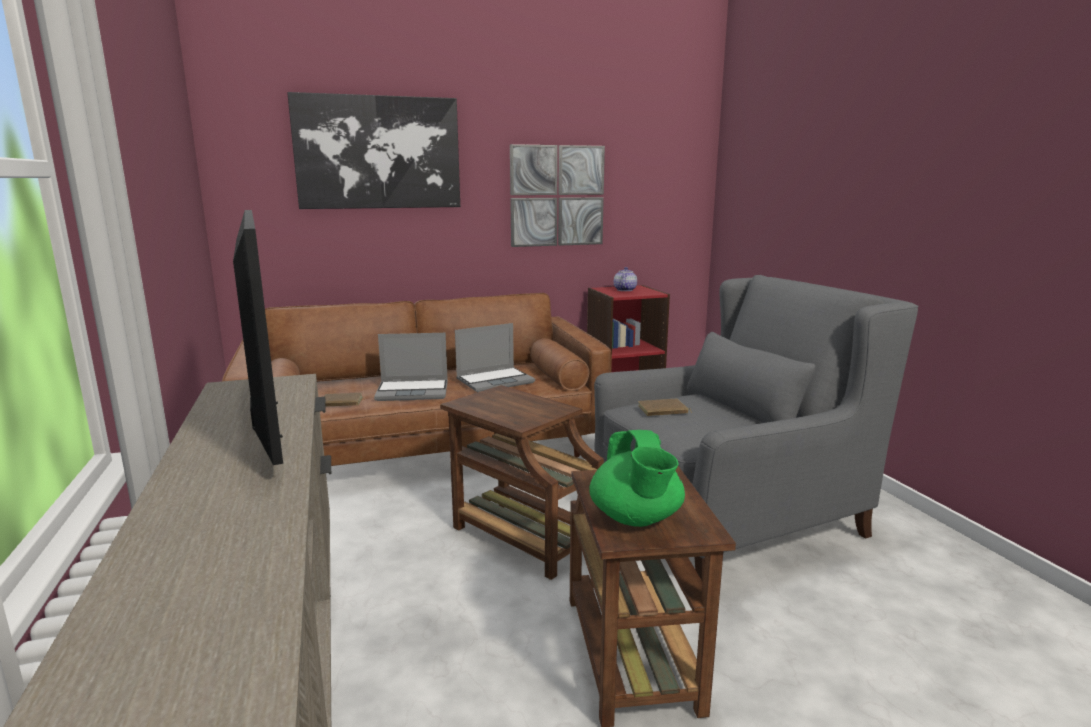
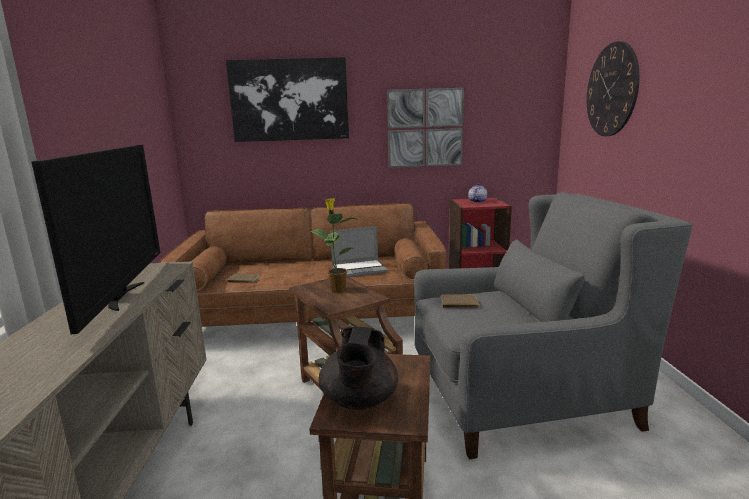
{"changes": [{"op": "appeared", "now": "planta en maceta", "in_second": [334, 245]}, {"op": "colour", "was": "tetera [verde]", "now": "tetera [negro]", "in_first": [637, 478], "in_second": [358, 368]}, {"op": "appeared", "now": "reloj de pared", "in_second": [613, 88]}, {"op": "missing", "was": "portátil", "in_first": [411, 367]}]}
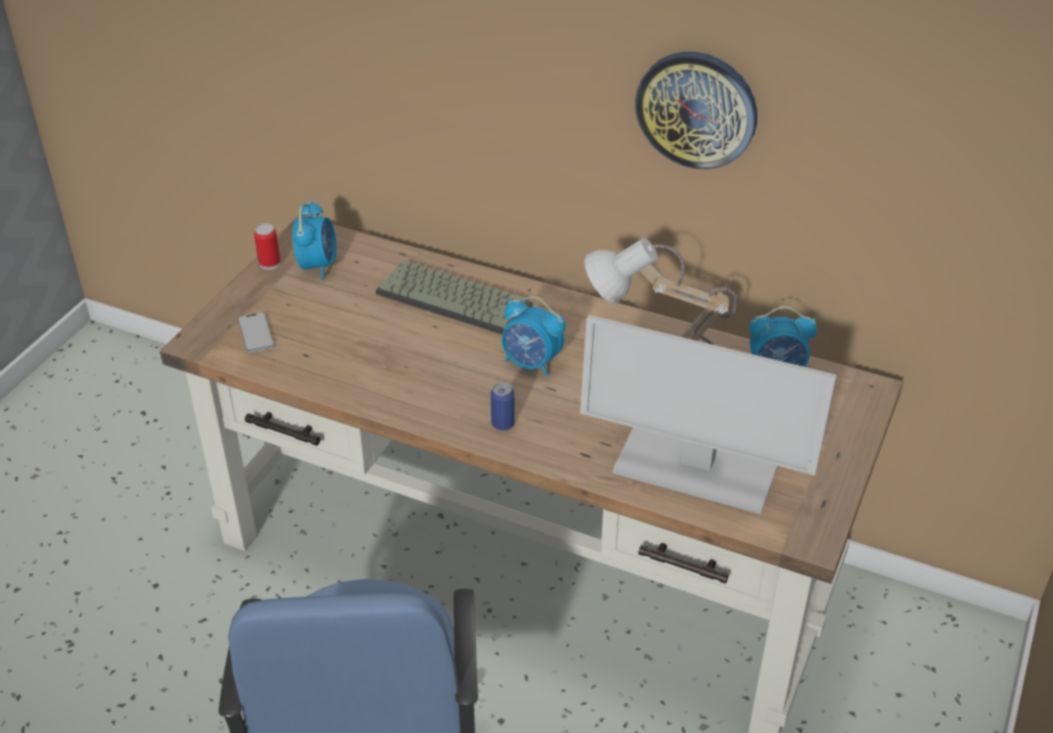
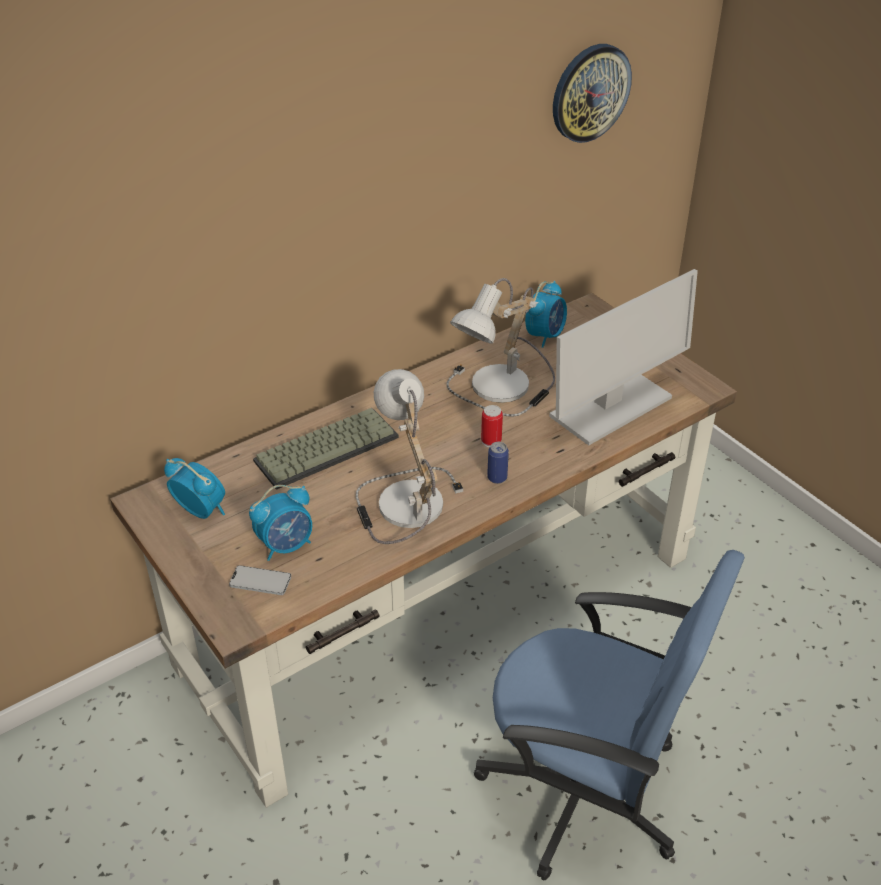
{"changes": [{"op": "relocated", "was": "despertador", "in_first": [534, 336], "in_second": [280, 523]}, {"op": "appeared", "now": "lámpara de mesa", "in_second": [409, 456]}, {"op": "relocated", "was": "lata", "in_first": [267, 247], "in_second": [492, 426]}, {"op": "relocated", "was": "reloj de pared", "in_first": [696, 110], "in_second": [592, 93]}]}
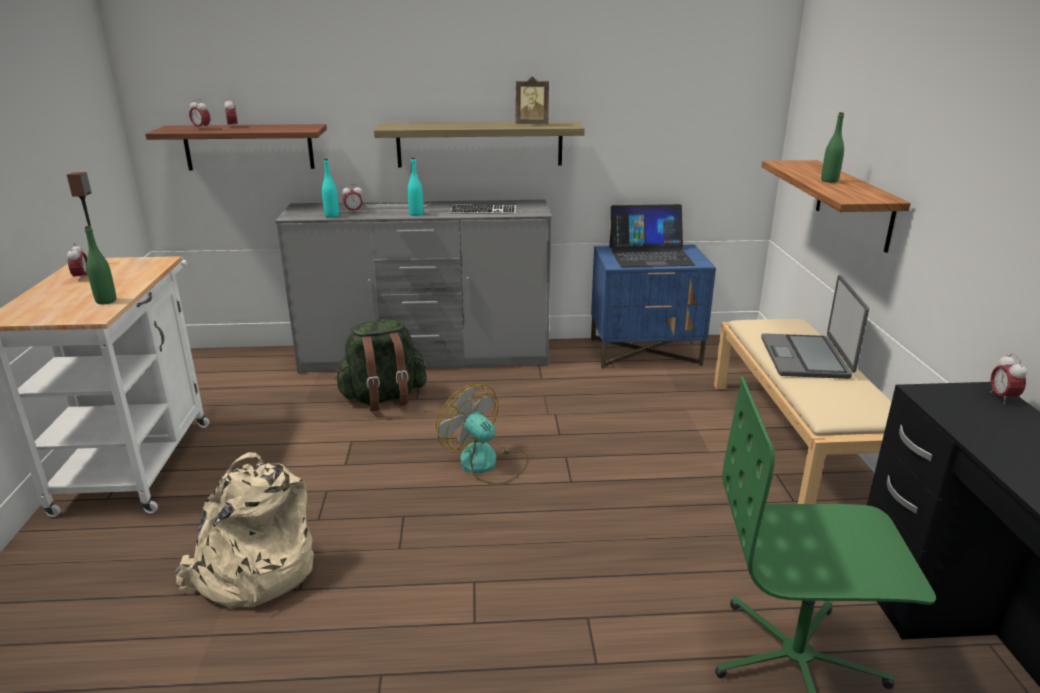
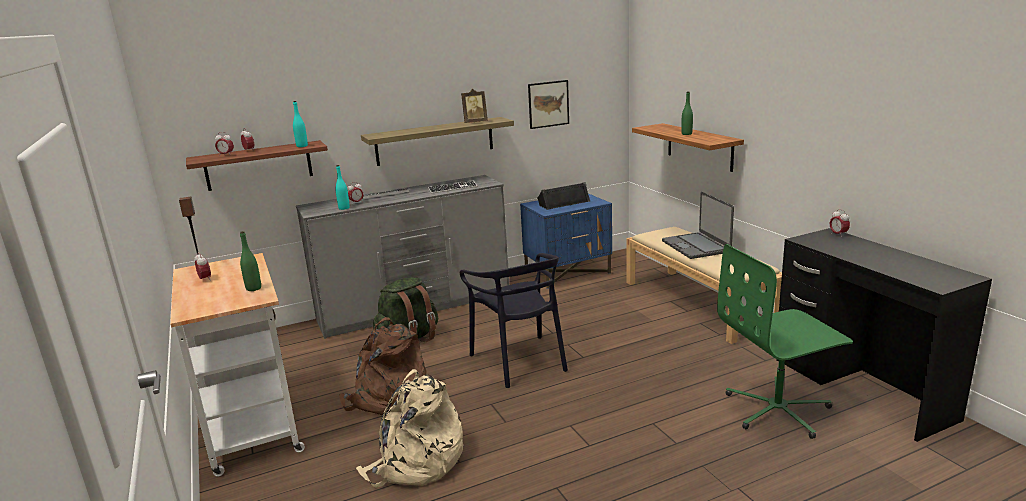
{"changes": [{"op": "relocated", "was": "botella [turquesa]", "in_first": [415, 187], "in_second": [300, 124]}, {"op": "appeared", "now": "mochila [marrón]", "in_second": [382, 366]}, {"op": "exchanged", "was": "ventilador", "now": "silla [negro]", "in_first": [482, 434], "in_second": [514, 320]}, {"op": "appeared", "now": "cuadro", "in_second": [548, 104]}, {"op": "exchanged", "was": "portátil", "now": "altavoz [negro]", "in_first": [652, 235], "in_second": [563, 196]}]}
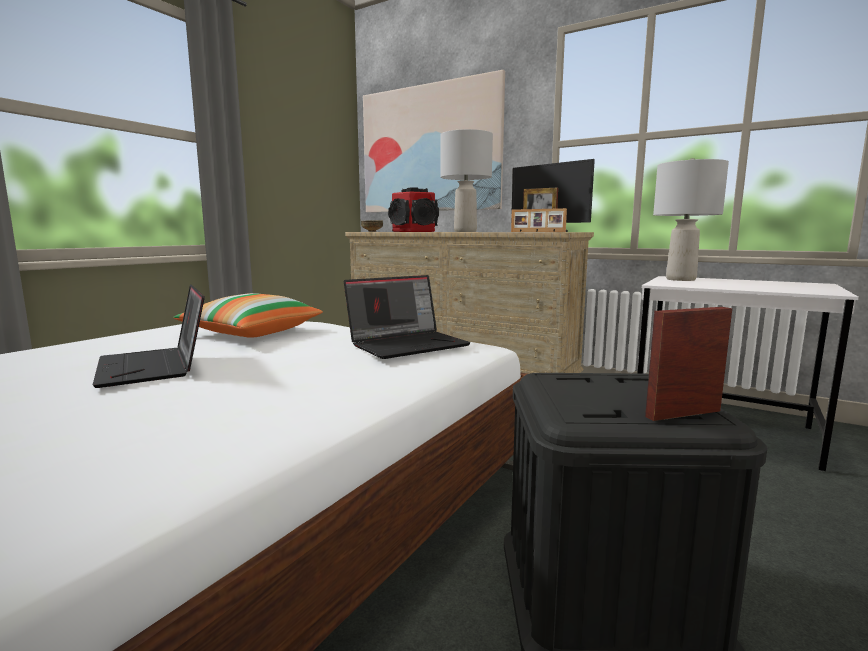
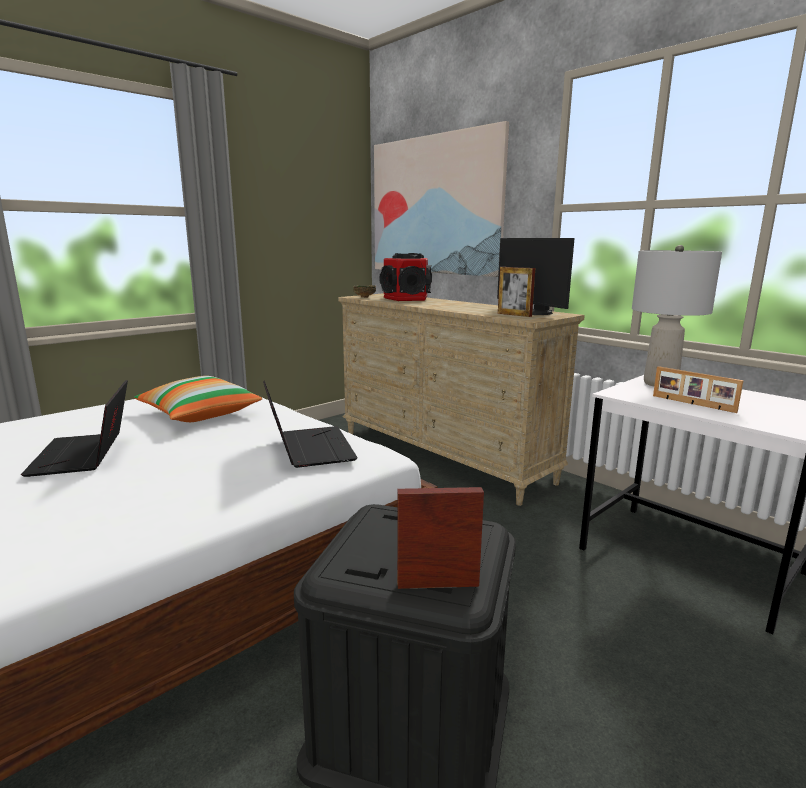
{"changes": [{"op": "spun", "was": "portátil", "in_first": [407, 317], "in_second": [310, 424], "clockwise": -90}, {"op": "relocated", "was": "portarretratos", "in_first": [539, 220], "in_second": [698, 389]}, {"op": "missing", "was": "lámpara de mesa [gris]", "in_first": [466, 180]}]}
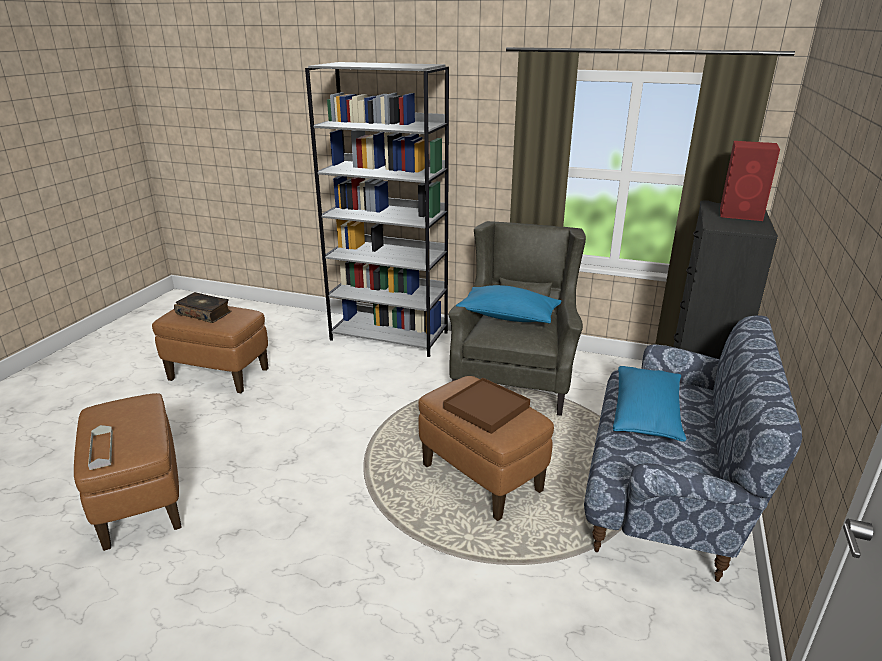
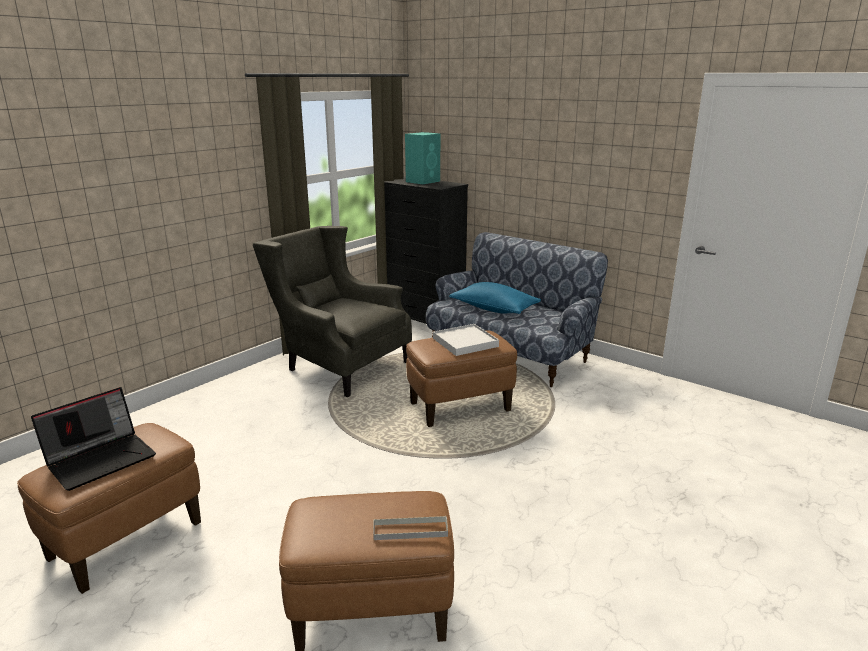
{"changes": [{"op": "exchanged", "was": "libro", "now": "portátil", "in_first": [202, 307], "in_second": [93, 439]}, {"op": "colour", "was": "altavoz [rojo]", "now": "altavoz [turquesa]", "in_first": [750, 181], "in_second": [422, 158]}, {"op": "colour", "was": "bandeja [marrón]", "now": "bandeja [blanco]", "in_first": [486, 406], "in_second": [466, 340]}, {"op": "missing", "was": "estantería [gris]", "in_first": [377, 209]}, {"op": "missing", "was": "cojín [azul]", "in_first": [508, 304]}]}
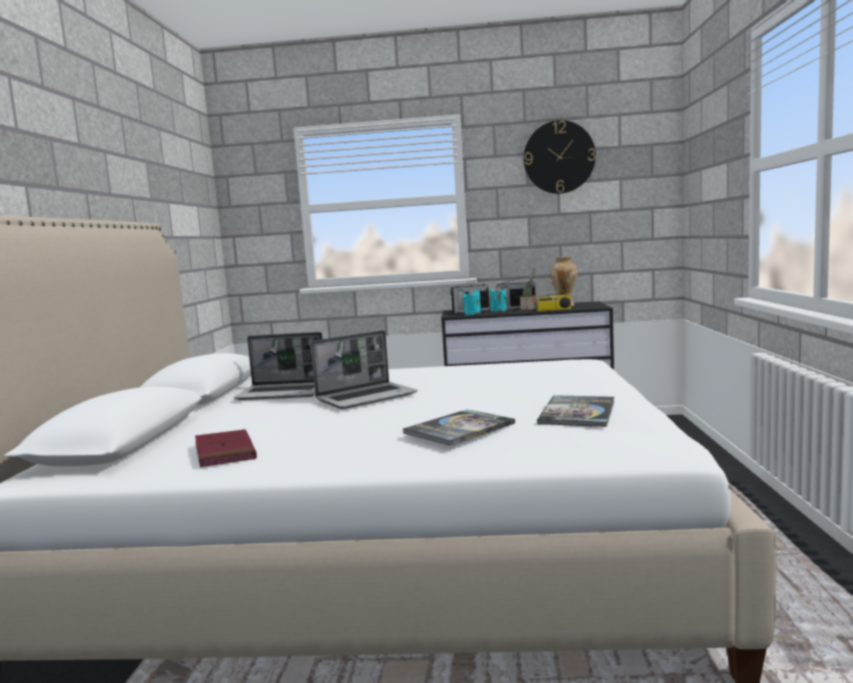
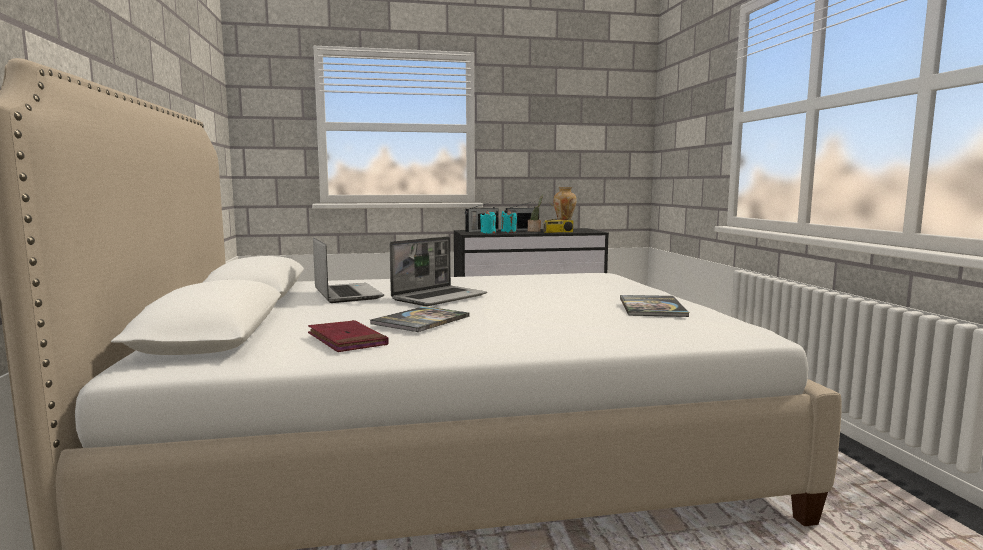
{"changes": [{"op": "spun", "was": "portátil", "in_first": [278, 366], "in_second": [348, 270], "clockwise": -105}, {"op": "relocated", "was": "libro", "in_first": [459, 427], "in_second": [419, 319]}, {"op": "missing", "was": "reloj de pared", "in_first": [560, 157]}]}
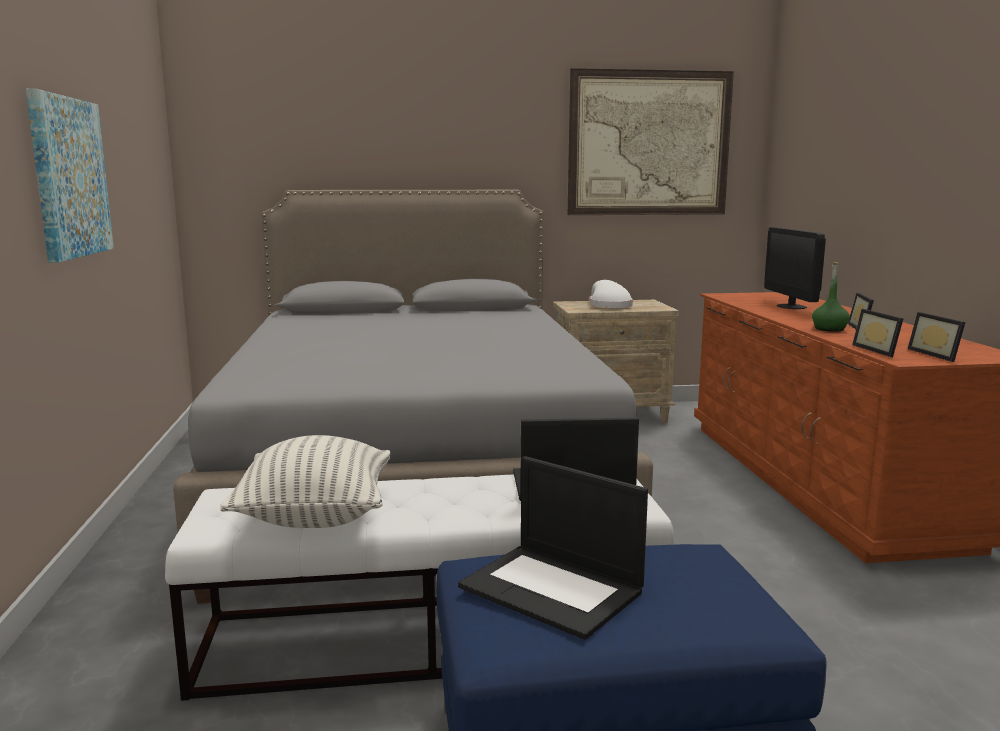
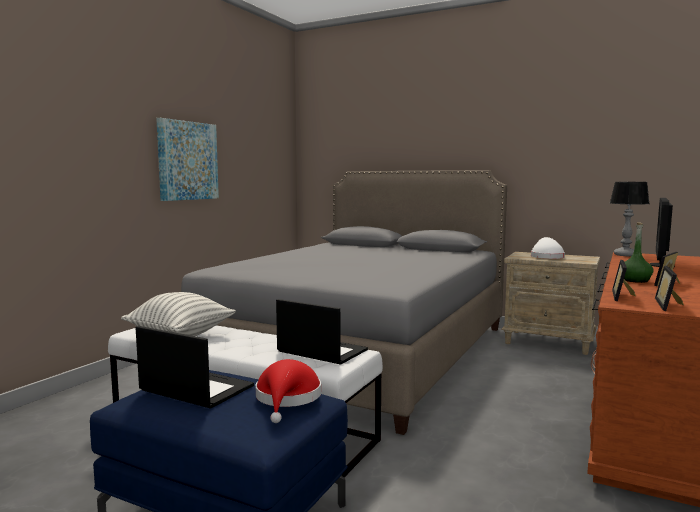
{"changes": [{"op": "spun", "was": "portátil", "in_first": [553, 548], "in_second": [194, 367], "clockwise": 135}, {"op": "appeared", "now": "sombrero [rojo]", "in_second": [288, 391]}, {"op": "appeared", "now": "lámpara de mesa", "in_second": [629, 219]}, {"op": "missing", "was": "cuadro", "in_first": [651, 141]}]}
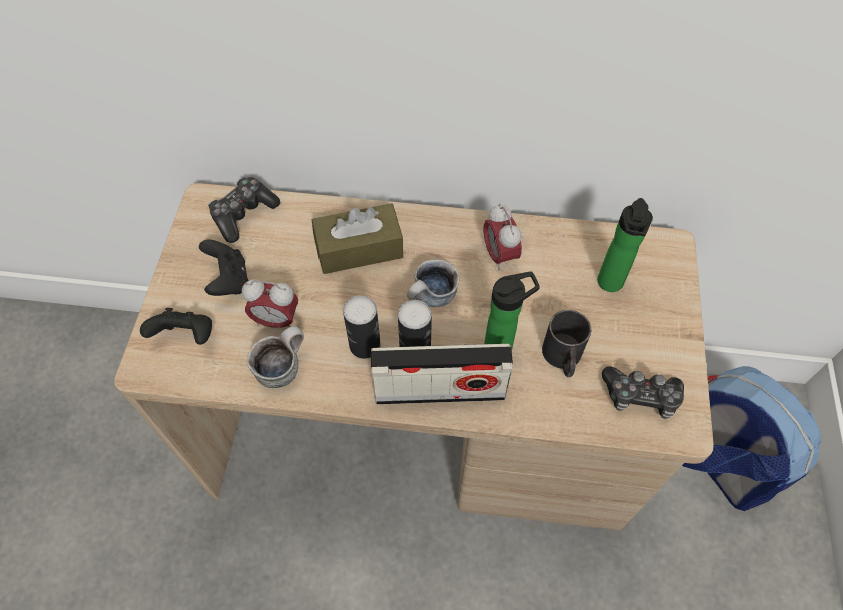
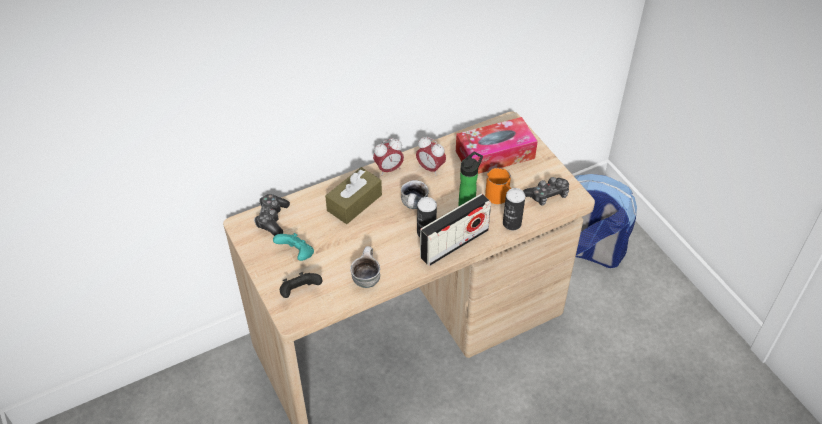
{"changes": [{"op": "colour", "was": "mando de consola [negro]", "now": "mando de consola [turquesa]", "in_first": [223, 268], "in_second": [293, 247]}, {"op": "relocated", "was": "despertador", "in_first": [270, 303], "in_second": [388, 157]}, {"op": "exchanged", "was": "botella", "now": "caja de pañuelos", "in_first": [625, 245], "in_second": [497, 145]}, {"op": "colour", "was": "taza grande [negro]", "now": "taza grande [naranja]", "in_first": [566, 343], "in_second": [498, 186]}, {"op": "relocated", "was": "lata", "in_first": [361, 327], "in_second": [514, 209]}]}
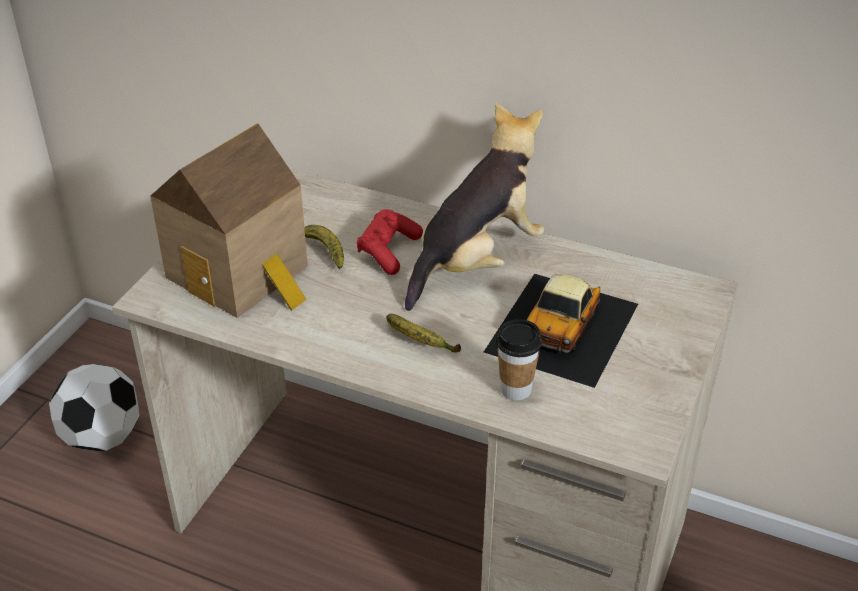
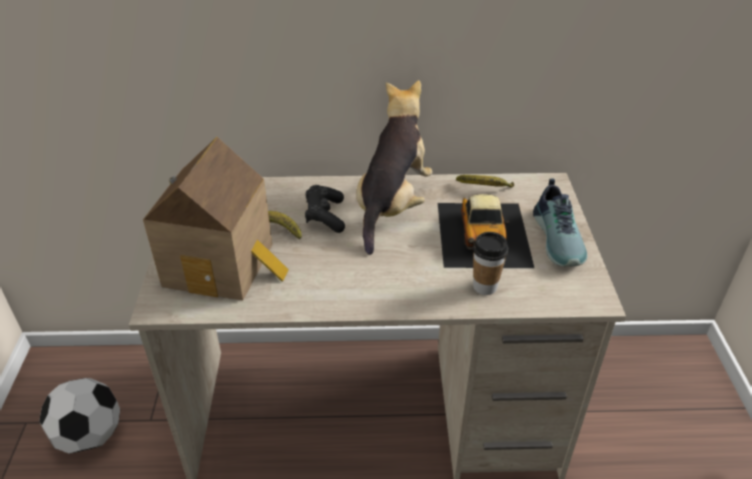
{"changes": [{"op": "colour", "was": "mando de consola [rojo]", "now": "mando de consola [negro]", "in_first": [389, 242], "in_second": [325, 209]}, {"op": "relocated", "was": "plátano", "in_first": [423, 333], "in_second": [485, 181]}, {"op": "appeared", "now": "zapato", "in_second": [560, 223]}]}
